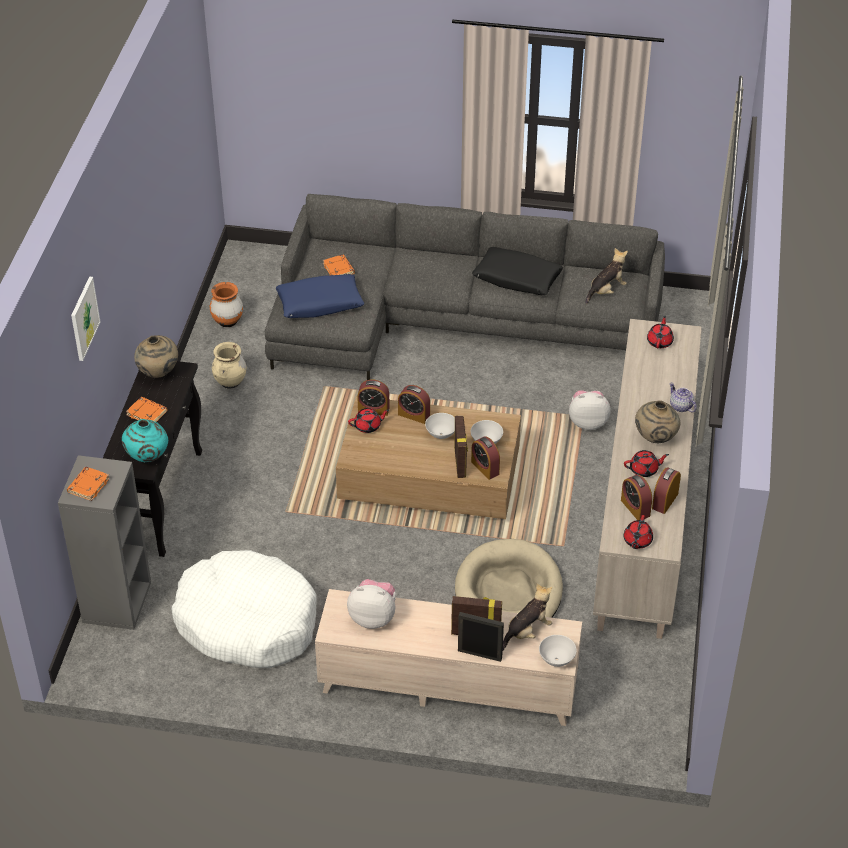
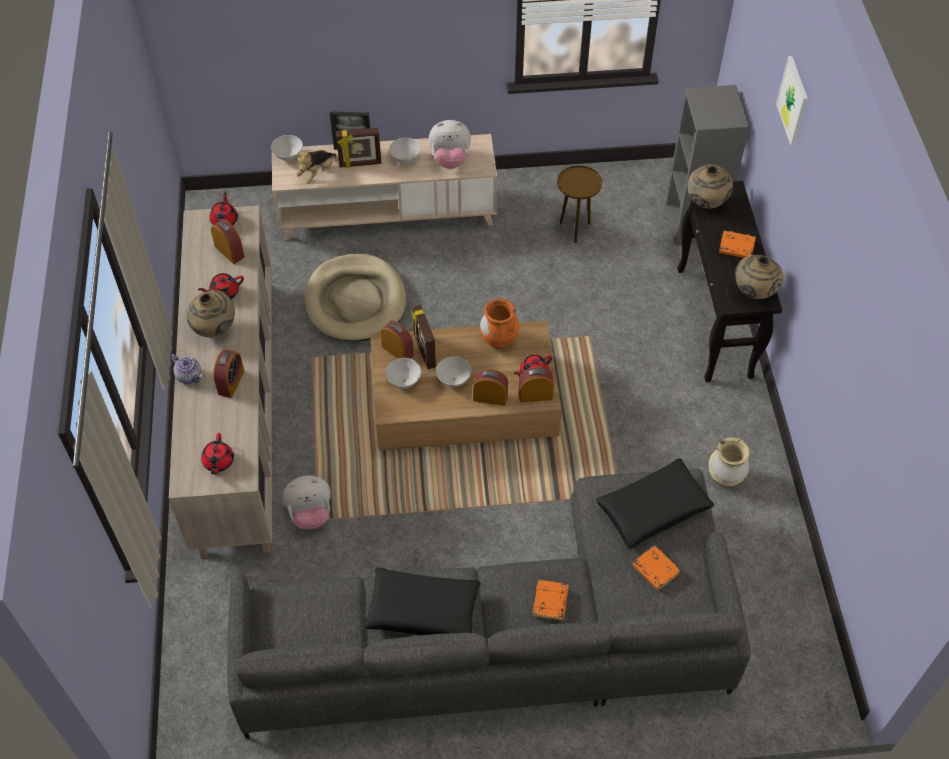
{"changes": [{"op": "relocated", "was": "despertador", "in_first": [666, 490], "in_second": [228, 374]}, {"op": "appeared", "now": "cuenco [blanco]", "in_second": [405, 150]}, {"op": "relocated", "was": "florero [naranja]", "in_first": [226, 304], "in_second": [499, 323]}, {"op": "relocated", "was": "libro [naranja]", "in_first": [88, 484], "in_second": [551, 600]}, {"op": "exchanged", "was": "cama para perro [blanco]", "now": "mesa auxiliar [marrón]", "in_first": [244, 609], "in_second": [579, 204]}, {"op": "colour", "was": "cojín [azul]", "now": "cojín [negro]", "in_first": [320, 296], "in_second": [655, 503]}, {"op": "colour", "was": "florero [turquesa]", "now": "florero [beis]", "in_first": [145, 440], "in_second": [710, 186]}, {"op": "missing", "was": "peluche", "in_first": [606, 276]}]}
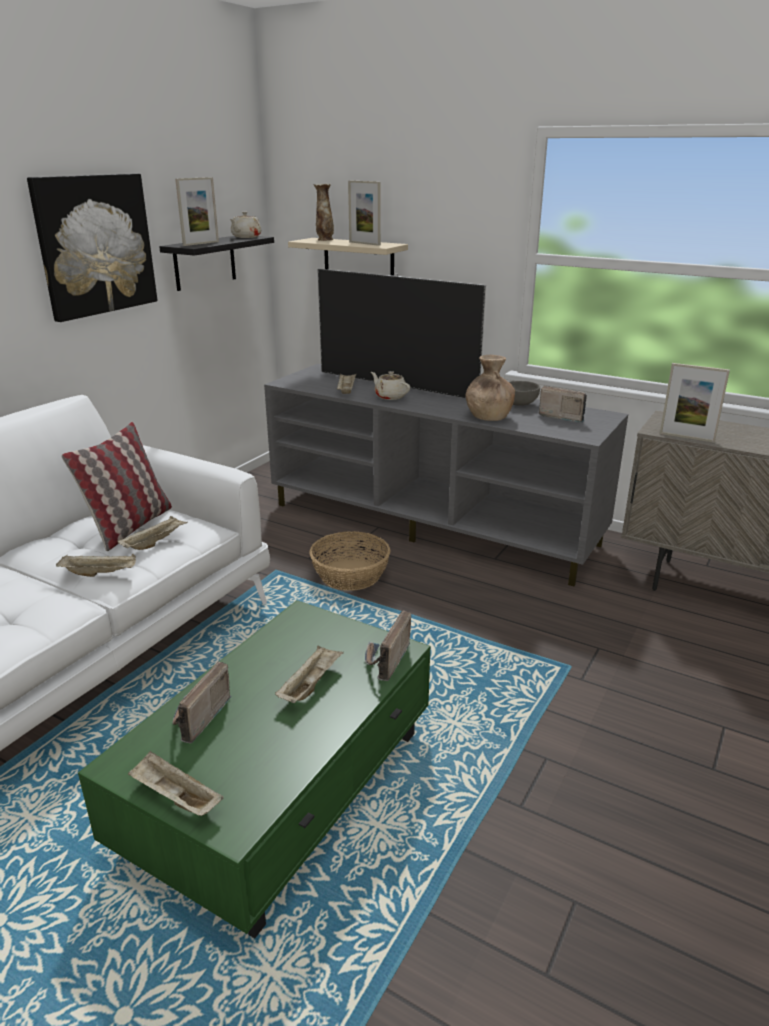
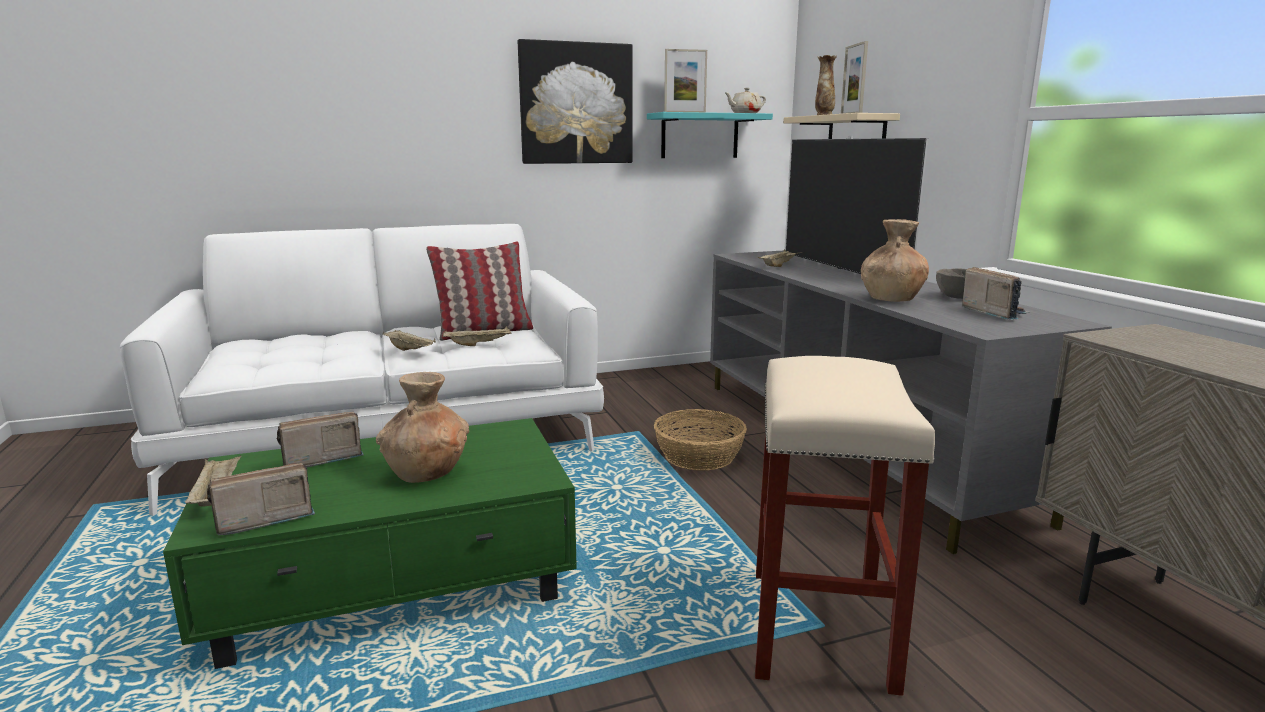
{"changes": [{"op": "relocated", "was": "radio", "in_first": [388, 645], "in_second": [261, 499]}, {"op": "exchanged", "was": "bandeja [beis]", "now": "florero [marrón]", "in_first": [309, 674], "in_second": [422, 427]}, {"op": "colour", "was": "estante [negro]", "now": "estante [turquesa]", "in_first": [216, 263], "in_second": [710, 135]}, {"op": "appeared", "now": "taburete [beis]", "in_second": [845, 526]}, {"op": "missing", "was": "tetera [beis]", "in_first": [390, 385]}, {"op": "missing", "was": "portarretratos", "in_first": [695, 403]}]}
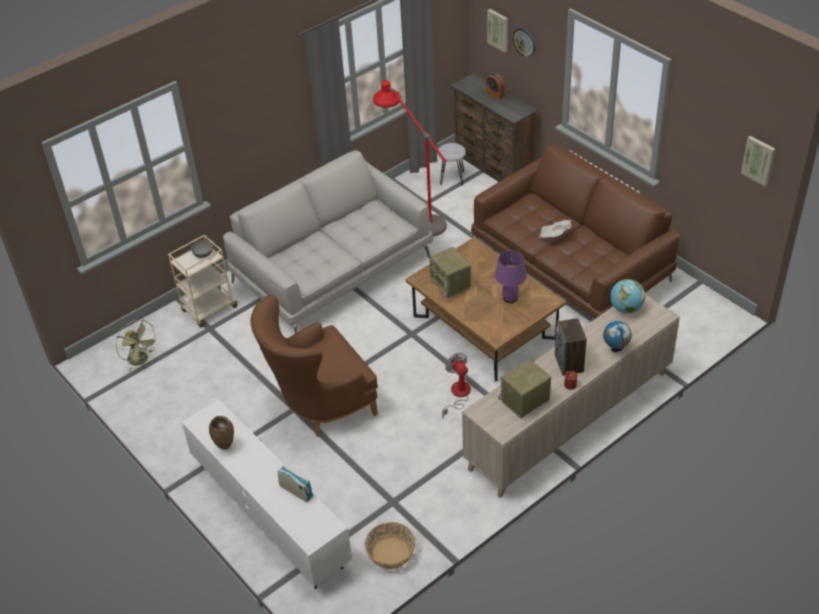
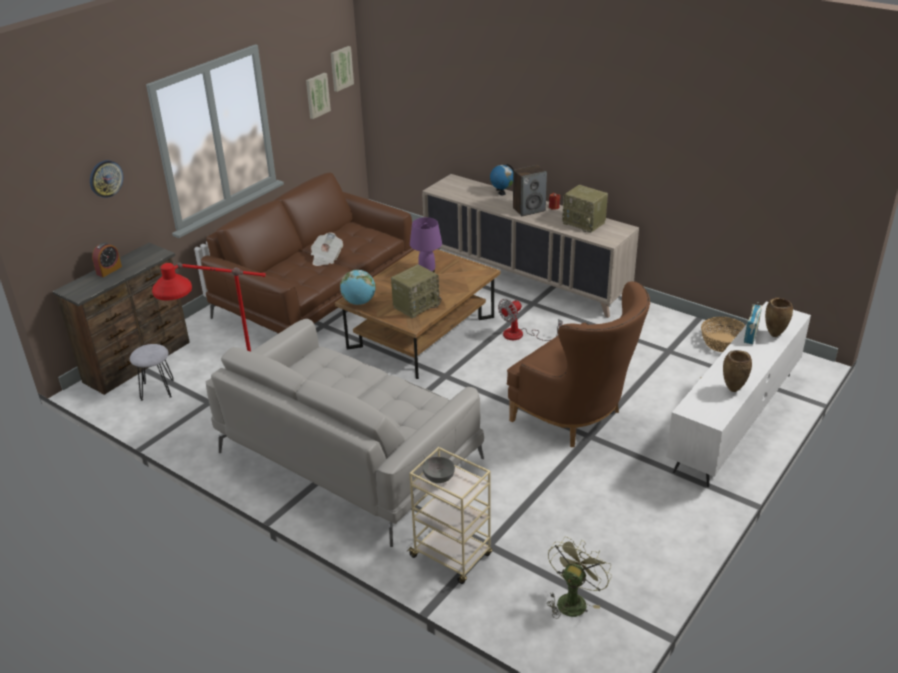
{"changes": [{"op": "relocated", "was": "cuadro", "in_first": [497, 31], "in_second": [318, 96]}, {"op": "relocated", "was": "globo terráqueo", "in_first": [627, 296], "in_second": [358, 287]}, {"op": "appeared", "now": "florero [marrón]", "in_second": [779, 317]}]}
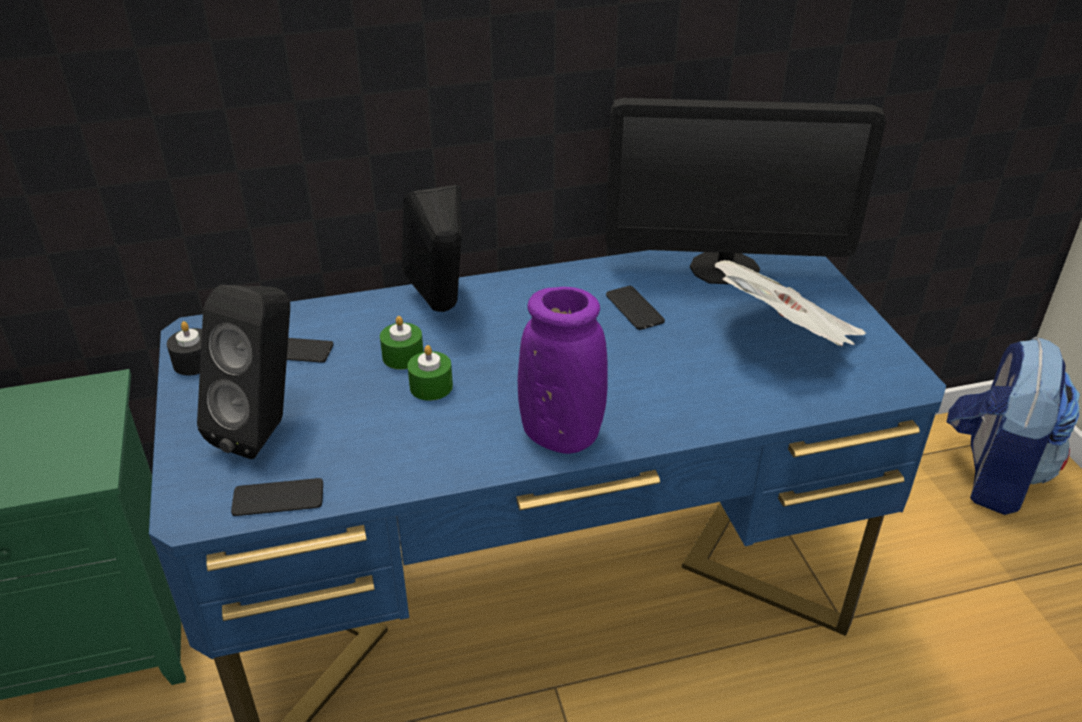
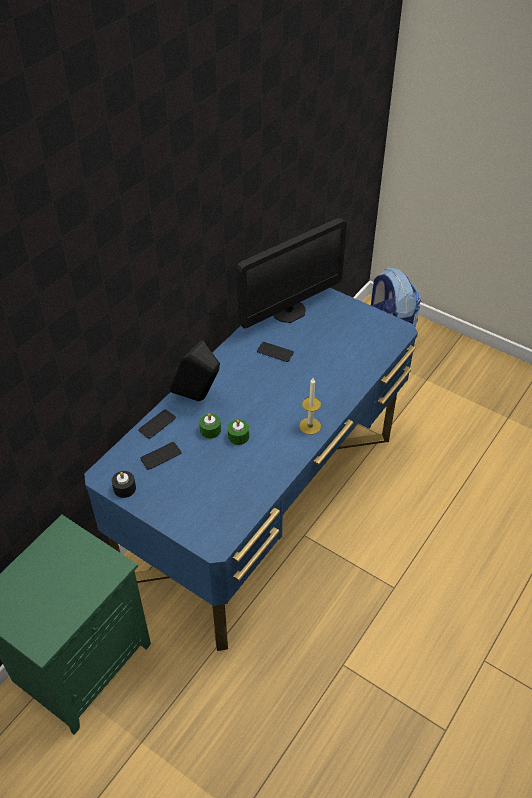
{"changes": [{"op": "relocated", "was": "móvil", "in_first": [277, 497], "in_second": [157, 424]}, {"op": "exchanged", "was": "florero [morado]", "now": "vela", "in_first": [563, 370], "in_second": [310, 406]}, {"op": "missing", "was": "altavoz [negro]", "in_first": [243, 372]}, {"op": "missing", "was": "periódico", "in_first": [790, 303]}]}
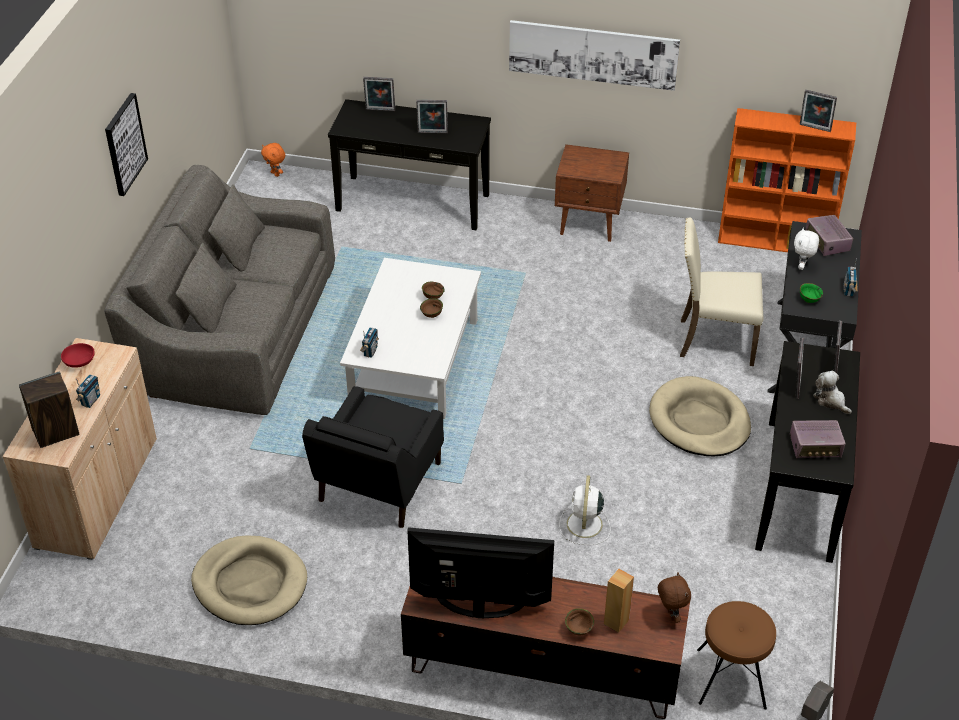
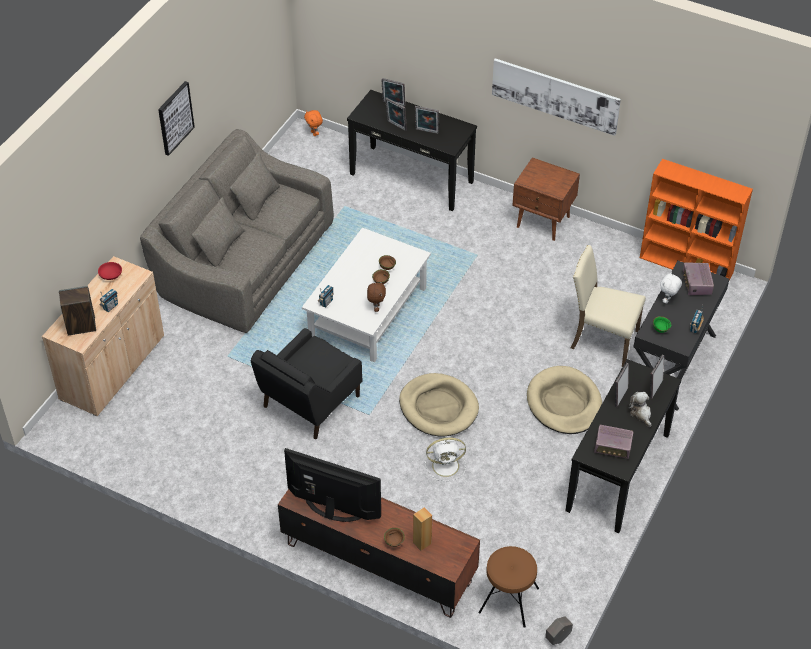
{"changes": [{"op": "relocated", "was": "peluche [marrón]", "in_first": [674, 597], "in_second": [376, 296]}, {"op": "relocated", "was": "portarretratos", "in_first": [818, 111], "in_second": [396, 114]}, {"op": "relocated", "was": "cama para perro [beis]", "in_first": [249, 580], "in_second": [439, 405]}, {"op": "spun", "was": "ventilador [blanco]", "in_first": [585, 510], "in_second": [445, 459], "clockwise": -120}]}
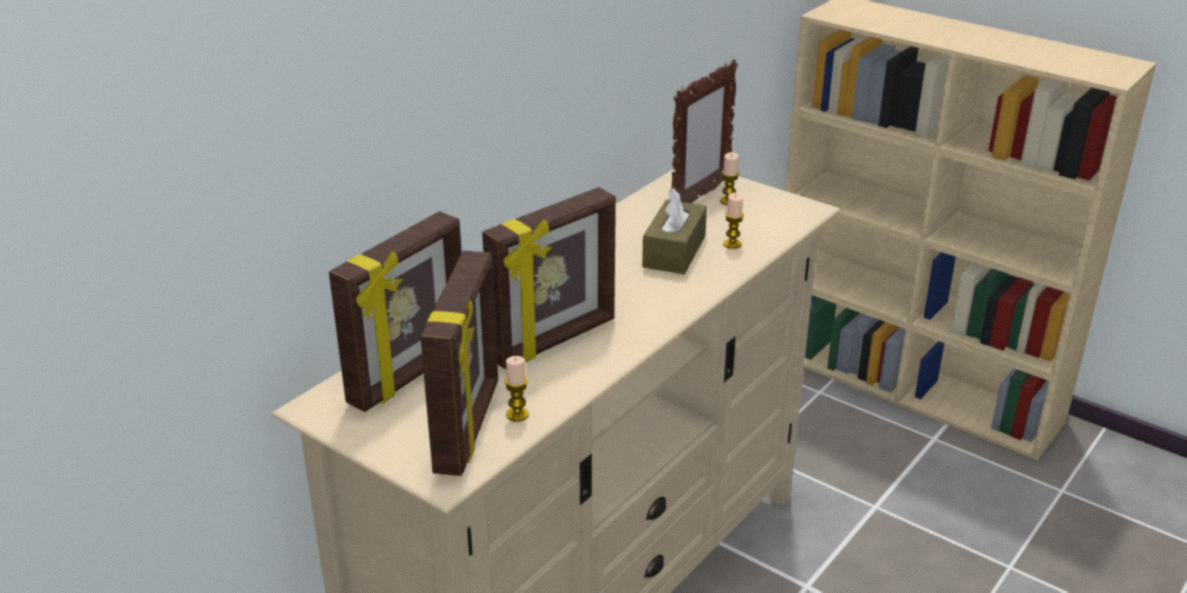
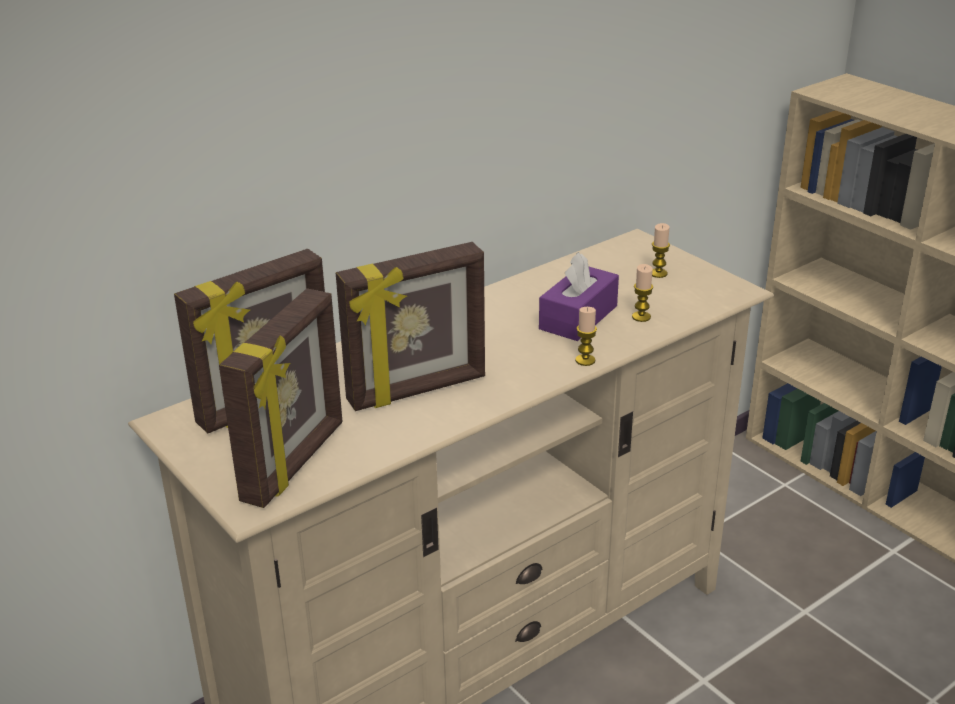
{"changes": [{"op": "colour", "was": "caja de pañuelos [marrón]", "now": "caja de pañuelos [morado]", "in_first": [674, 230], "in_second": [579, 296]}, {"op": "relocated", "was": "vela", "in_first": [517, 389], "in_second": [586, 336]}, {"op": "missing", "was": "portarretratos", "in_first": [704, 131]}]}
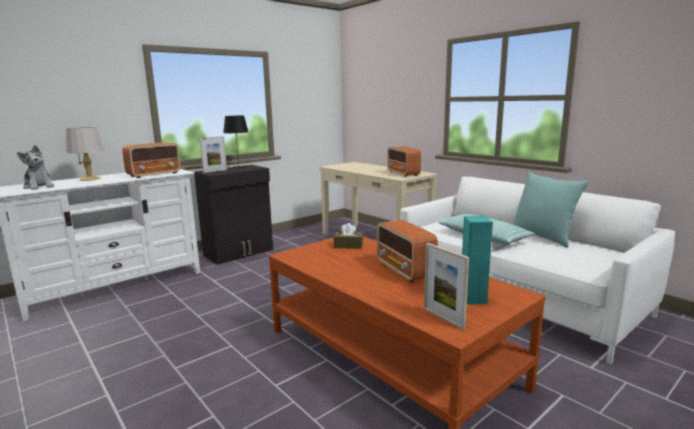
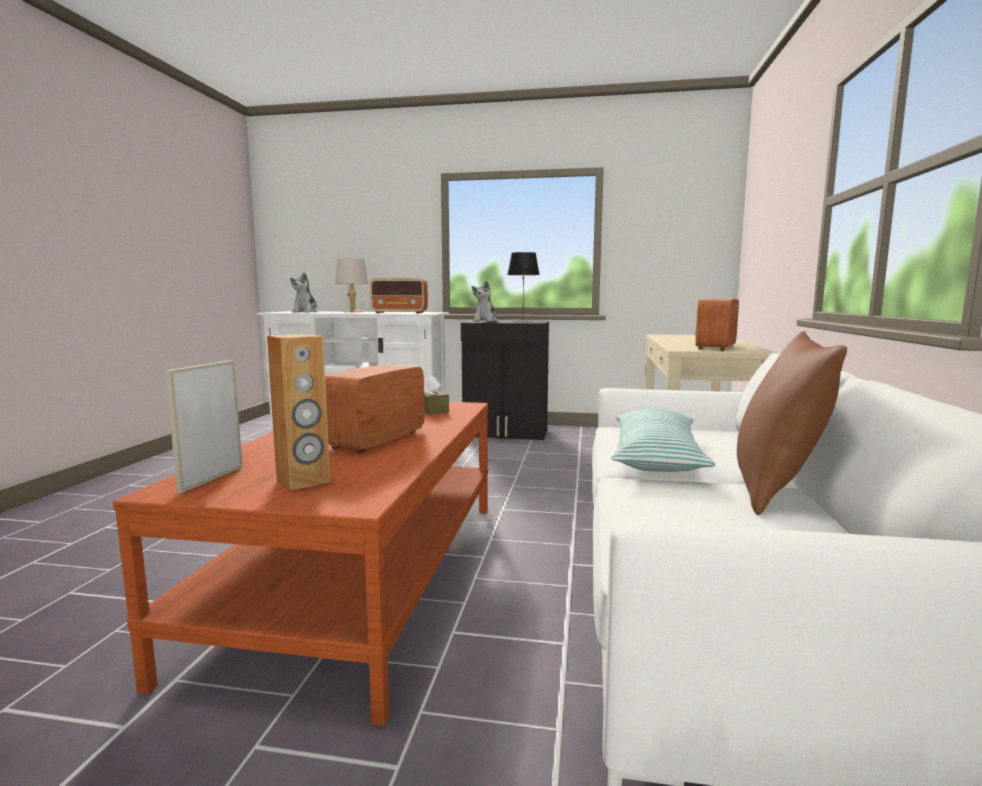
{"changes": [{"op": "colour", "was": "altavoz [turquesa]", "now": "altavoz [marrón]", "in_first": [477, 260], "in_second": [298, 412]}, {"op": "exchanged", "was": "portarretratos", "now": "peluche", "in_first": [213, 154], "in_second": [485, 301]}, {"op": "colour", "was": "cojín [turquesa]", "now": "cojín [marrón]", "in_first": [551, 209], "in_second": [792, 423]}]}
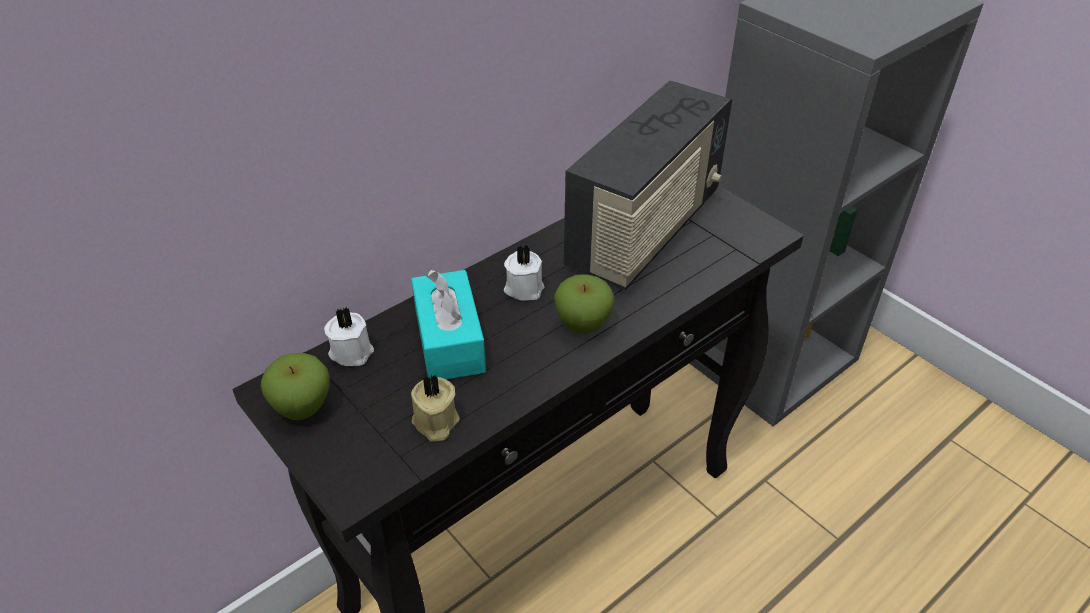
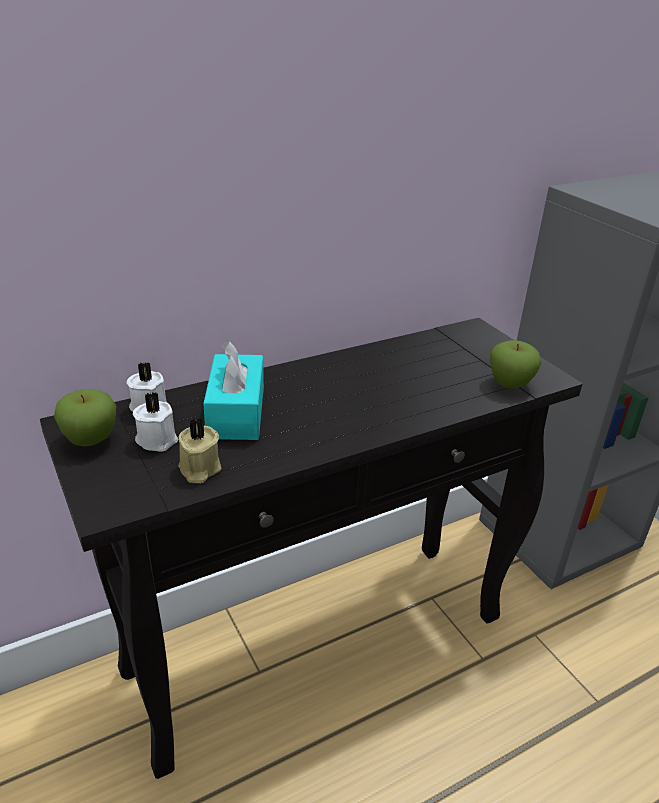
{"changes": [{"op": "relocated", "was": "vela [blanco]", "in_first": [524, 272], "in_second": [155, 422]}, {"op": "relocated", "was": "manzana", "in_first": [584, 304], "in_second": [516, 364]}, {"op": "missing", "was": "radio", "in_first": [648, 185]}]}
